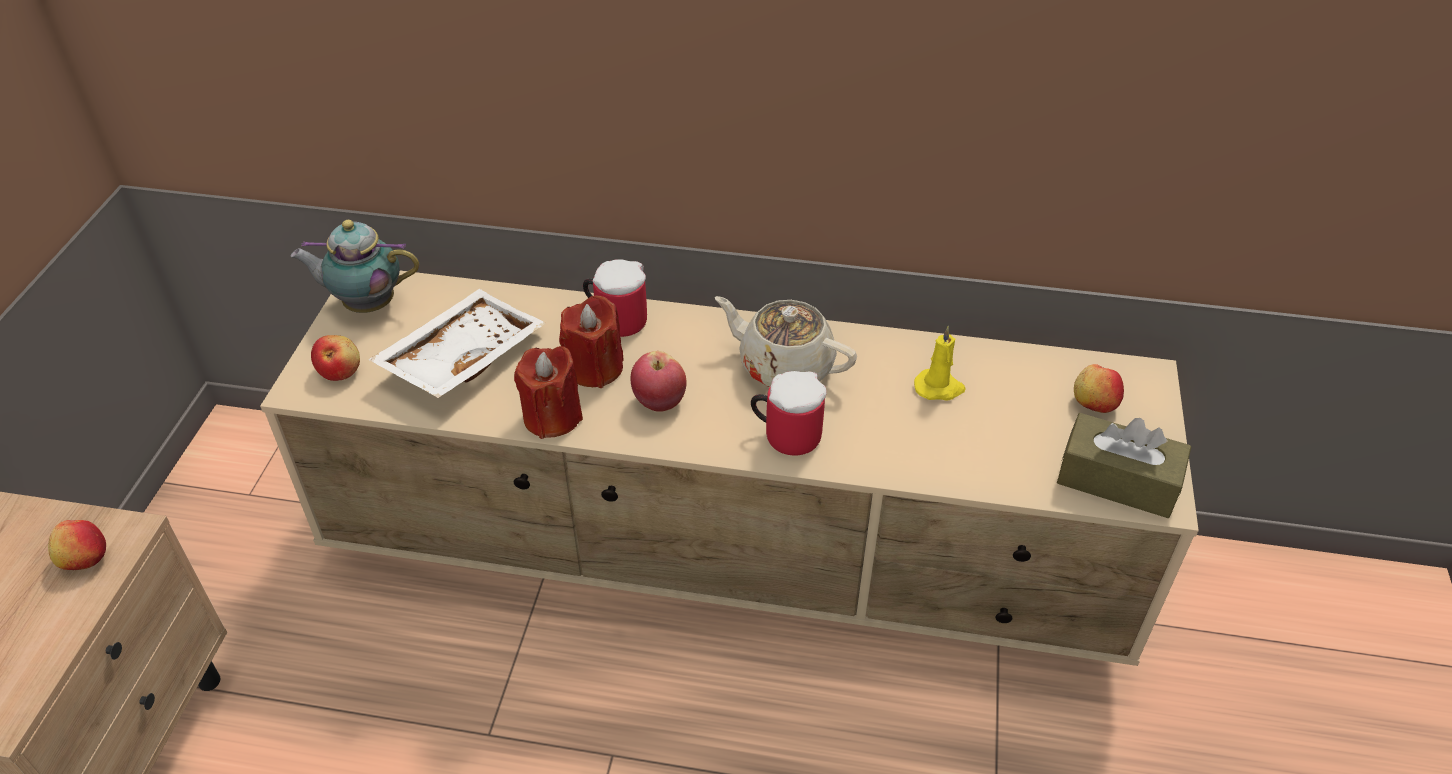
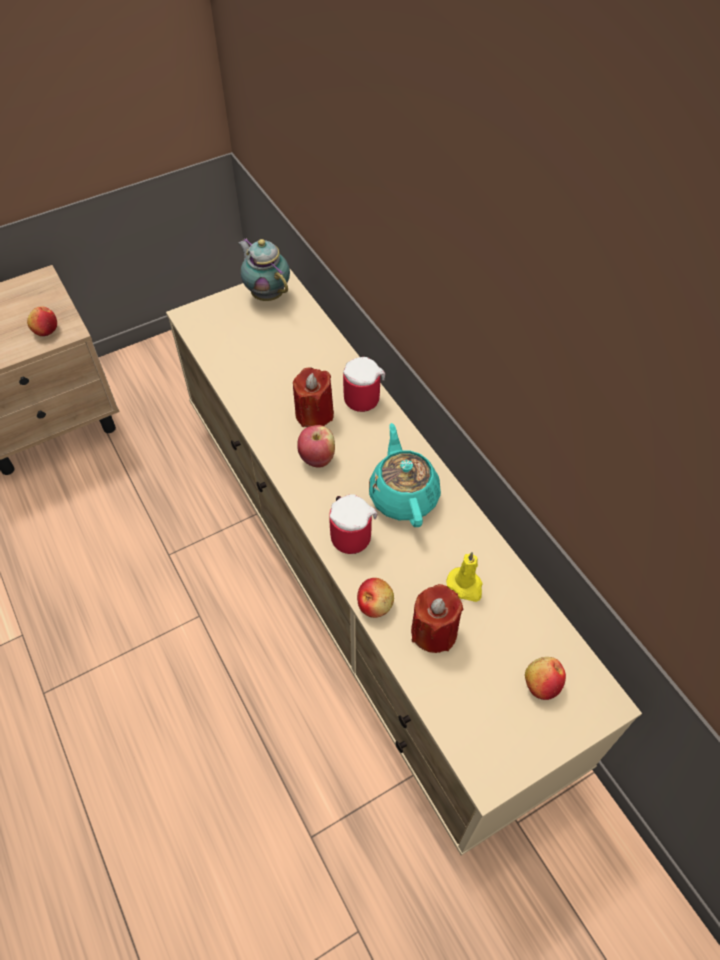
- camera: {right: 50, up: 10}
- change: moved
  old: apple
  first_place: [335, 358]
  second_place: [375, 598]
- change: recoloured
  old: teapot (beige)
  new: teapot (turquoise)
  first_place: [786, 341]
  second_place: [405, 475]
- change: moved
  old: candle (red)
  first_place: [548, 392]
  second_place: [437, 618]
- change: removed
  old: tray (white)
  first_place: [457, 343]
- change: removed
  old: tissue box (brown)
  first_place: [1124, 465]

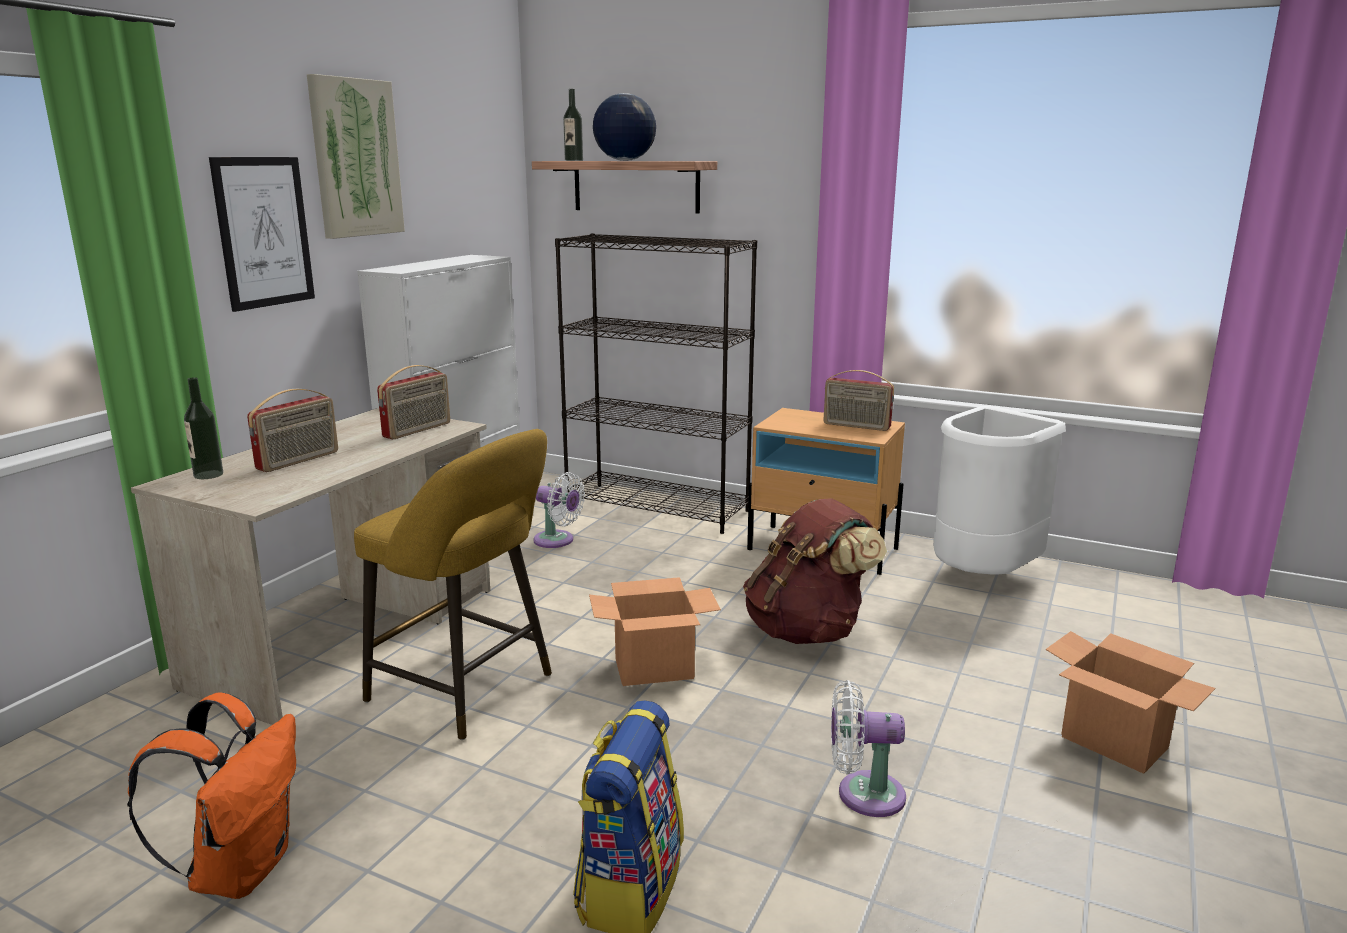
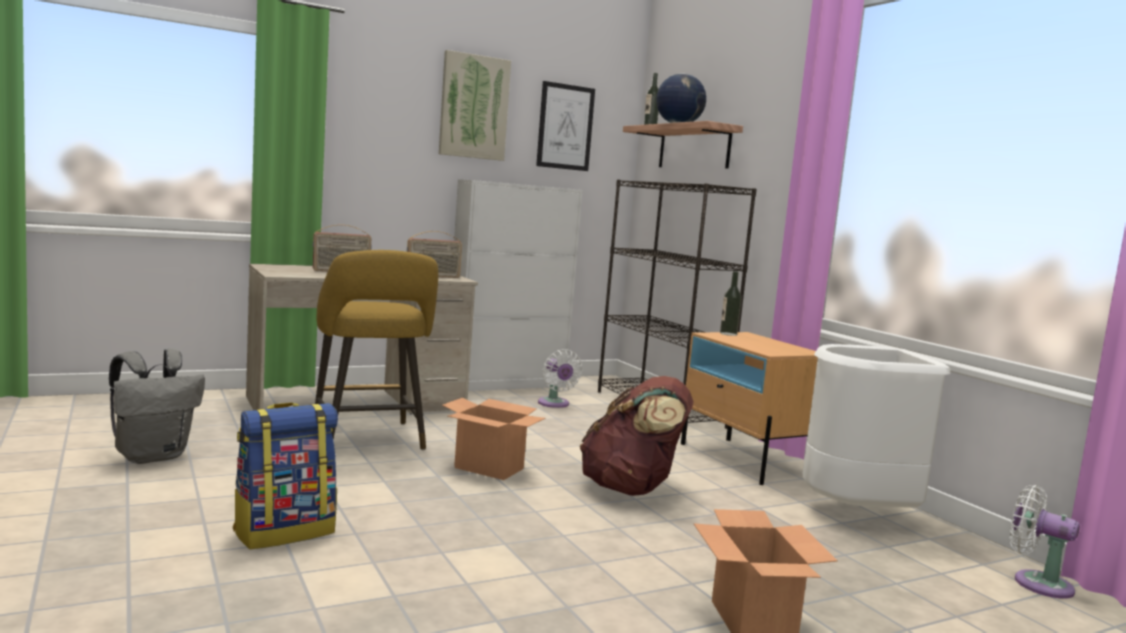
- camera: {right: 35, up: -10}
- change: recoloured
  old: backpack (orange)
  new: backpack (grey)
  first_place: [211, 795]
  second_place: [157, 406]
- change: moved
  old: picture
  first_place: [262, 234]
  second_place: [565, 126]
- change: moved
  old: bottle
  first_place: [203, 428]
  second_place: [731, 303]
- change: moved
  old: fan (white)
  first_place: [868, 748]
  second_place: [1045, 542]
- change: removed
  old: radio
  first_place: [858, 400]

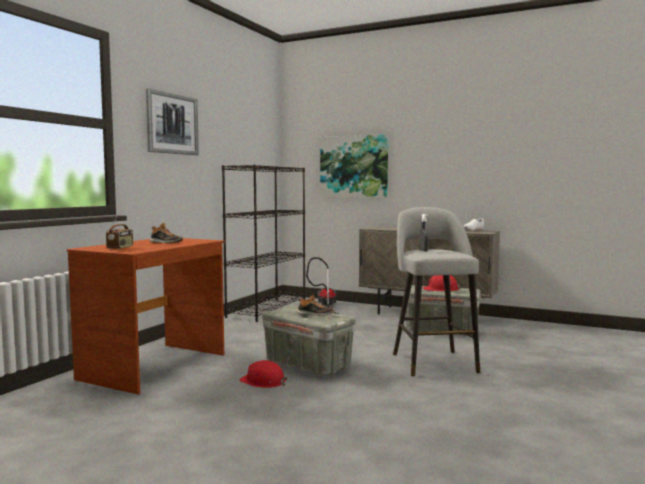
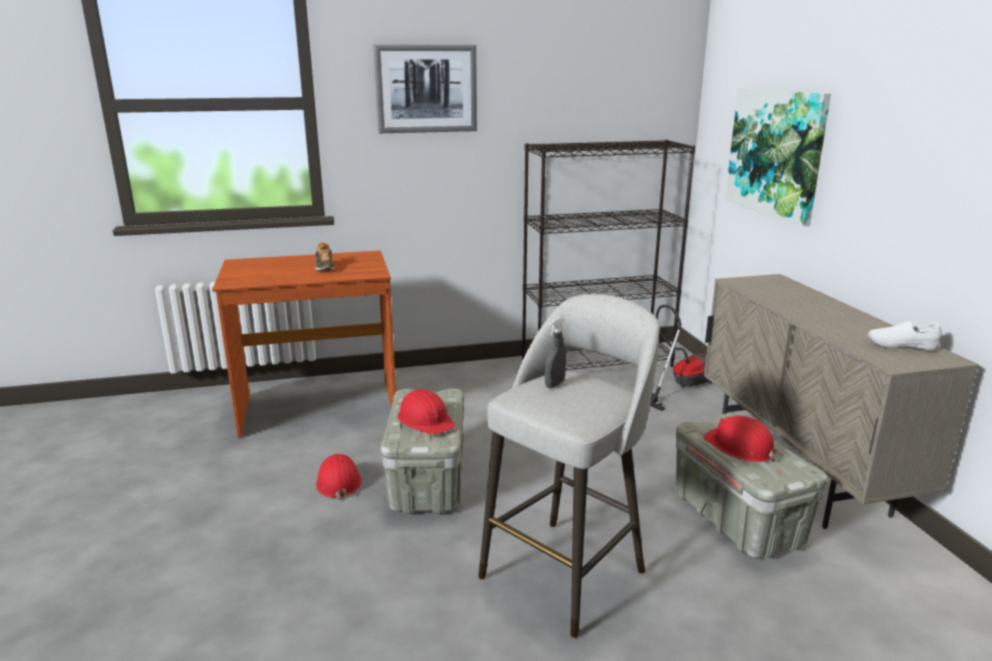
- camera: {right: 50, up: 15}
- change: replaced
  old: shoe
  new: hard hat (red)
  first_place: [315, 305]
  second_place: [426, 412]
- change: removed
  old: radio
  first_place: [119, 232]

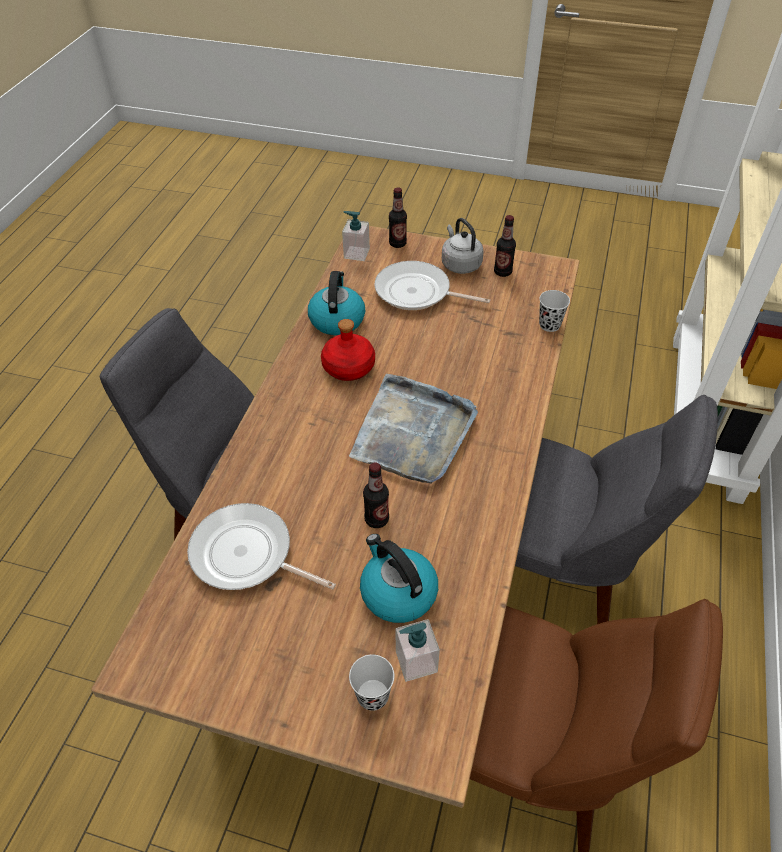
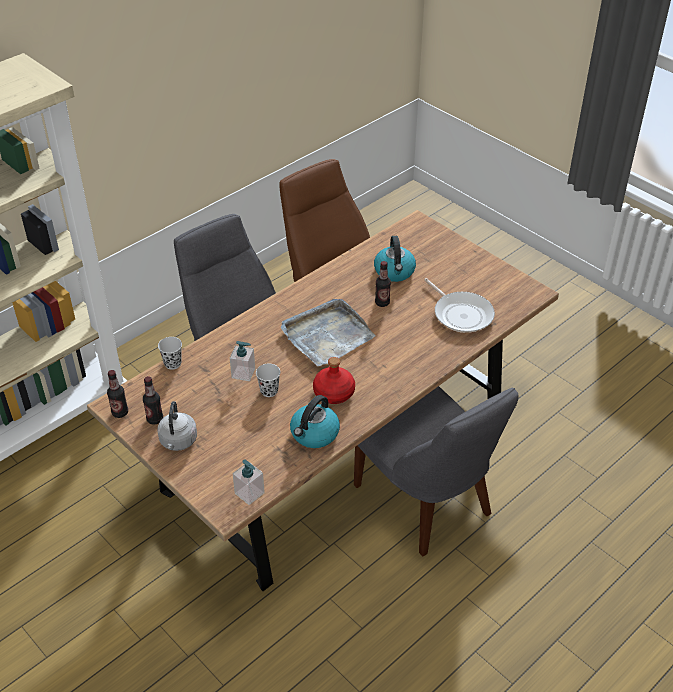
- camera: {right: -150, up: -5}
- change: moved
  old: bottle
  first_place: [398, 217]
  second_place: [117, 394]
- change: moved
  old: soap dispenser
  first_place: [418, 650]
  second_place: [242, 361]
- change: moved
  old: cup (black)
  first_place: [371, 682]
  second_place: [268, 380]
- change: removed
  old: frying pan
  first_place: [432, 285]

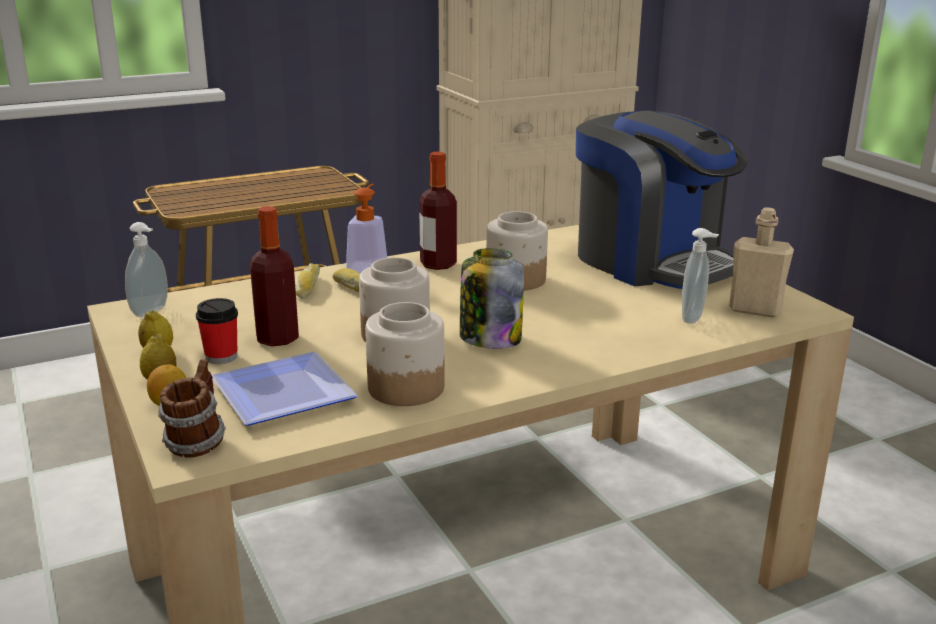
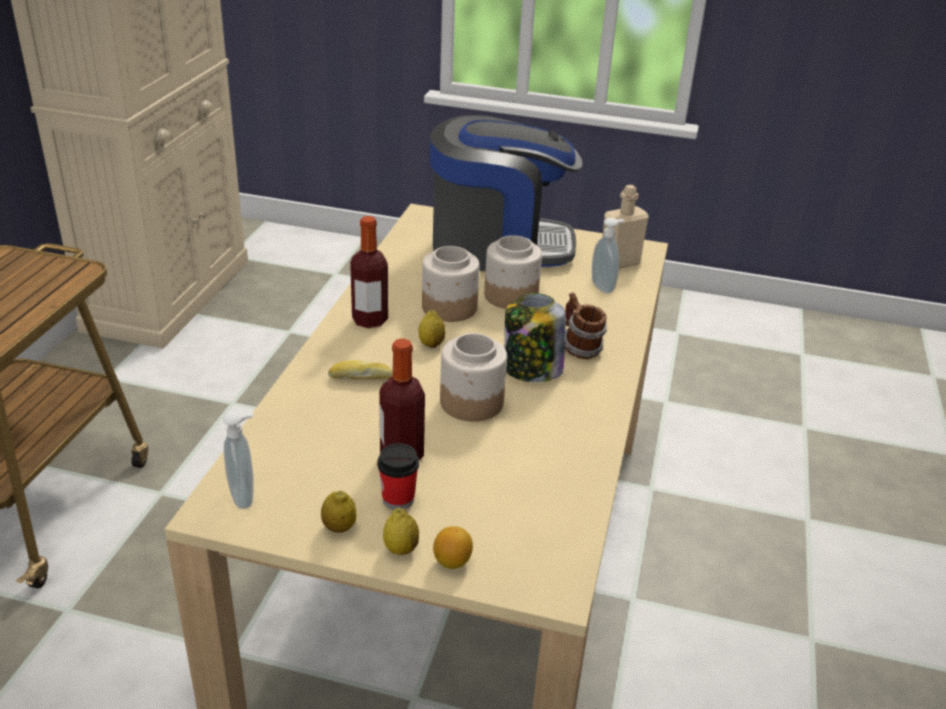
- camera: {right: -50, up: 10}
- change: added
  new: lemon
  second_place: [432, 329]
- change: moved
  old: jar
  first_place: [405, 354]
  second_place: [513, 272]
- change: moved
  old: mug
  first_place: [192, 408]
  second_place: [586, 326]
- change: removed
  old: plate
  first_place: [285, 389]
- change: removed
  old: bread
  first_place: [307, 281]
- change: removed
  old: soap dispenser
  first_place: [366, 228]

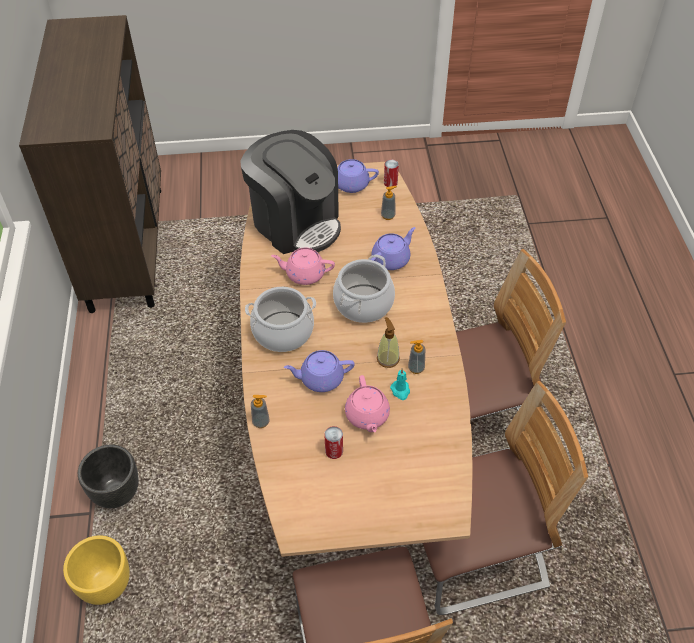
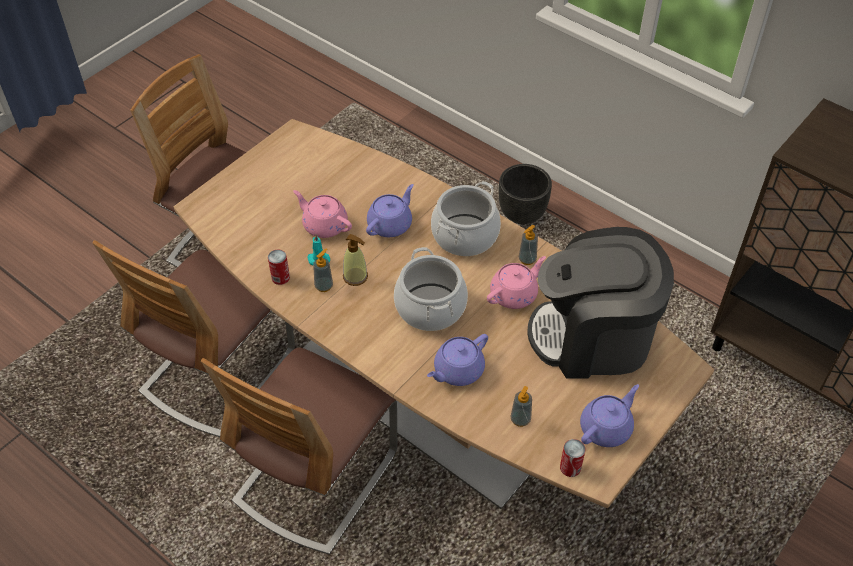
- camera: {right: 135, up: 0}
- change: moved
  old: can
  first_place: [333, 442]
  second_place: [279, 267]
- change: turned
  old: teapot (purple)
  first_place: [393, 248]
  second_place: [457, 360]
  degrees: 45
- change: moved
  old: soap dispenser
  first_place: [260, 411]
  second_place: [528, 245]
- change: removed
  old: planter (yellow)
  first_place: [96, 570]

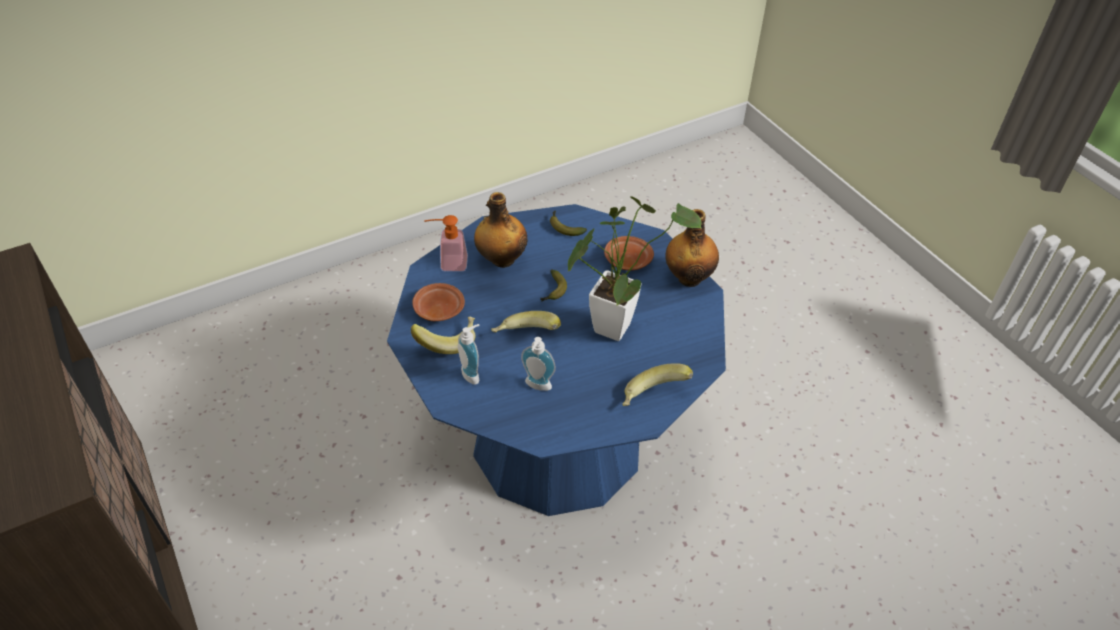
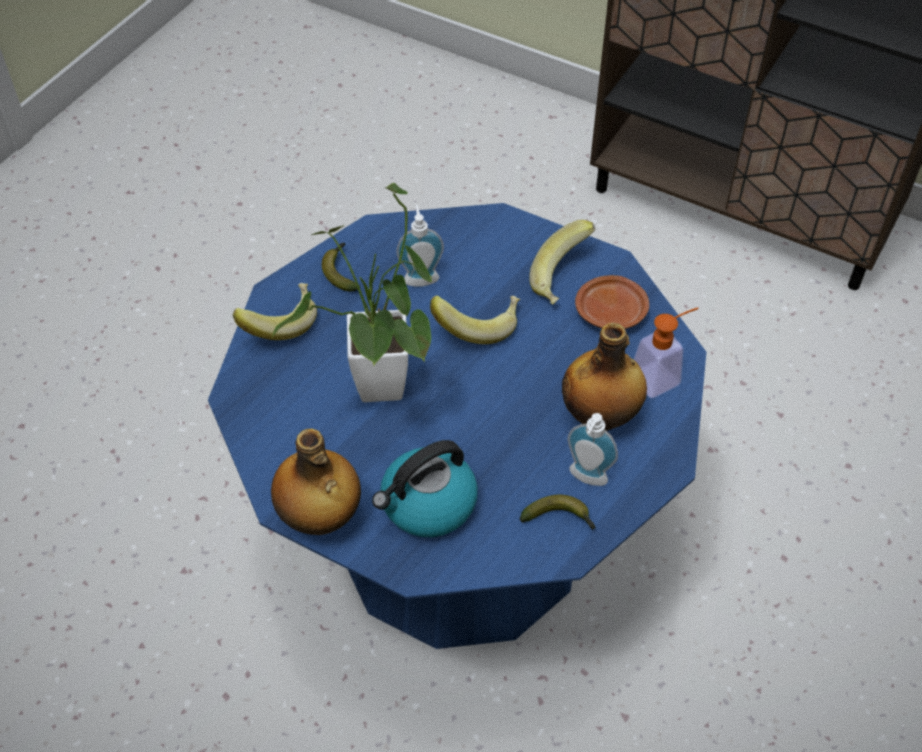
- camera: {right: 150, up: 5}
- change: moved
  old: banana
  first_place: [553, 286]
  second_place: [341, 267]
- change: replaced
  old: plate (brown)
  new: kettle
  first_place: [629, 253]
  second_place: [425, 488]
- change: moved
  old: soap dispenser
  first_place: [469, 354]
  second_place: [593, 449]

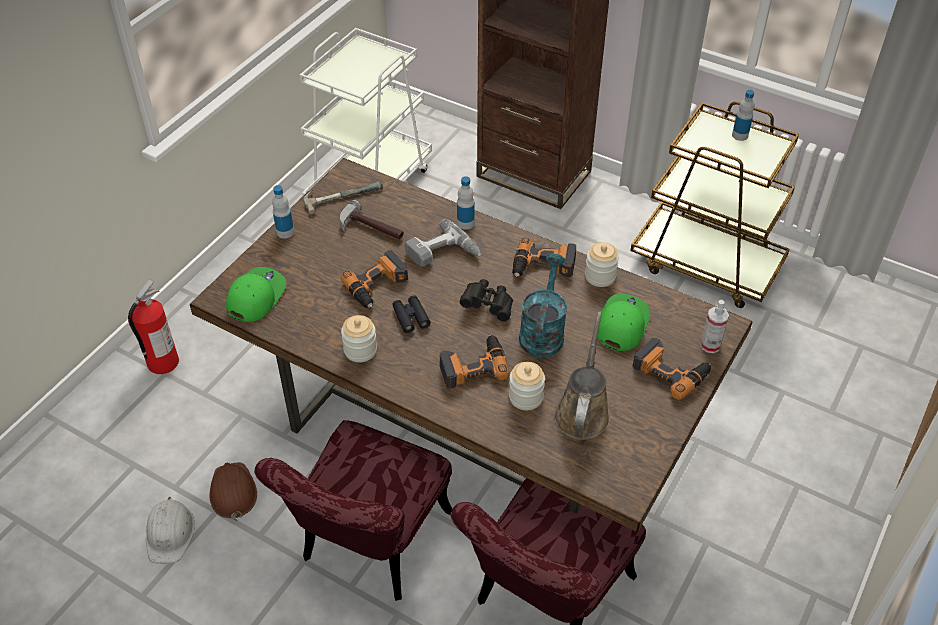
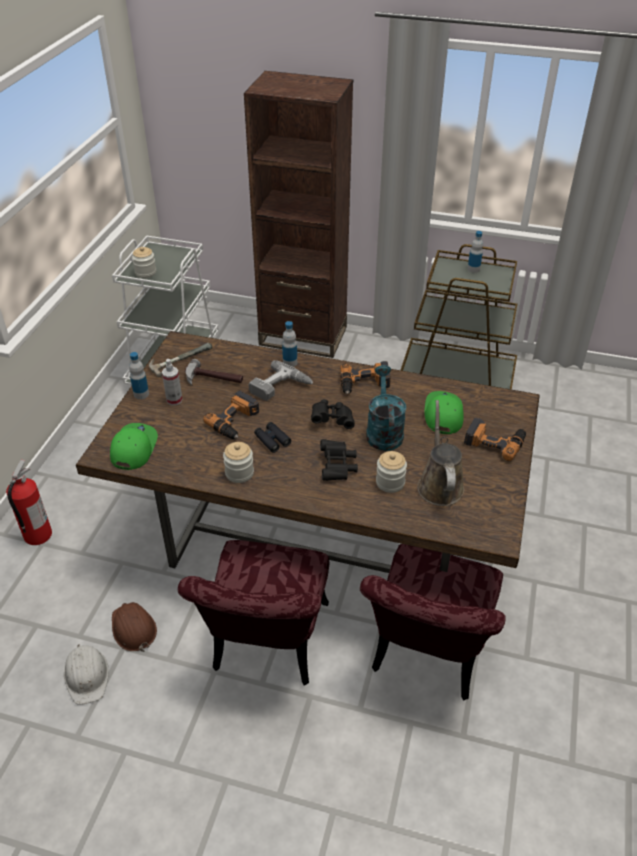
- camera: {right: -15, up: -5}
- change: moved
  old: jar
  first_place: [602, 264]
  second_place: [144, 262]
- change: moved
  old: spray bottle
  first_place: [714, 326]
  second_place: [172, 382]
- change: replaced
  old: power drill
  new: binoculars (black)
  first_place: [475, 362]
  second_place: [339, 460]

